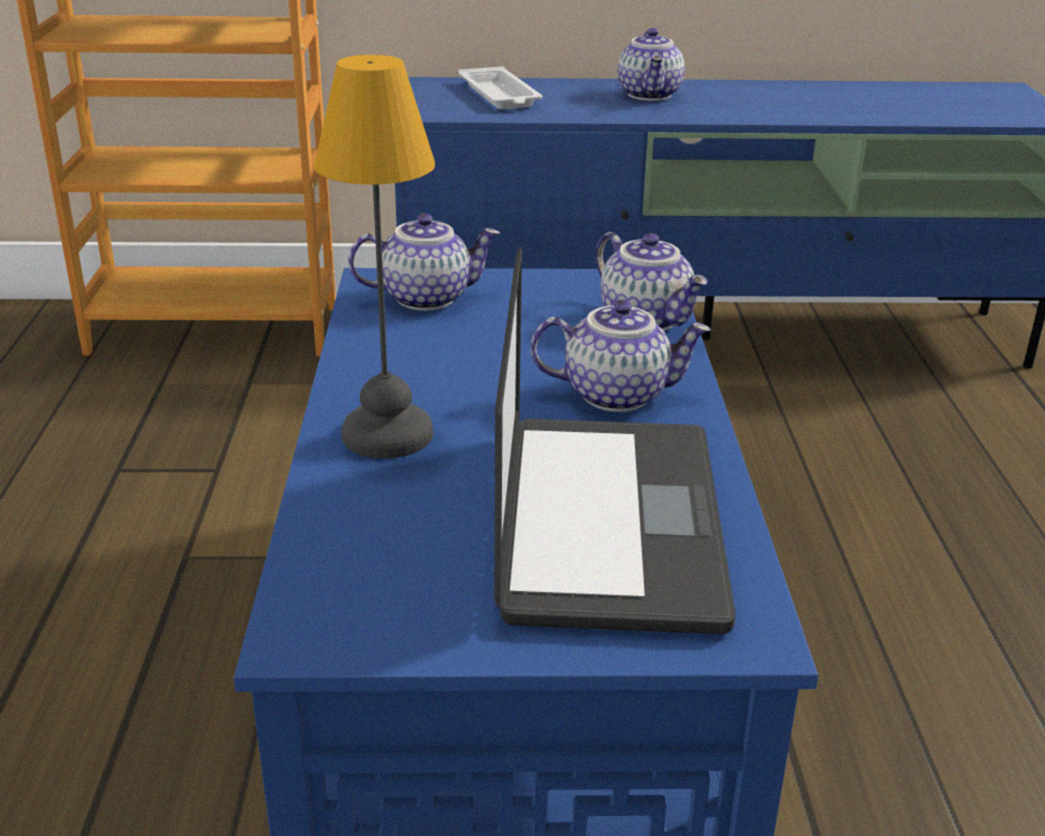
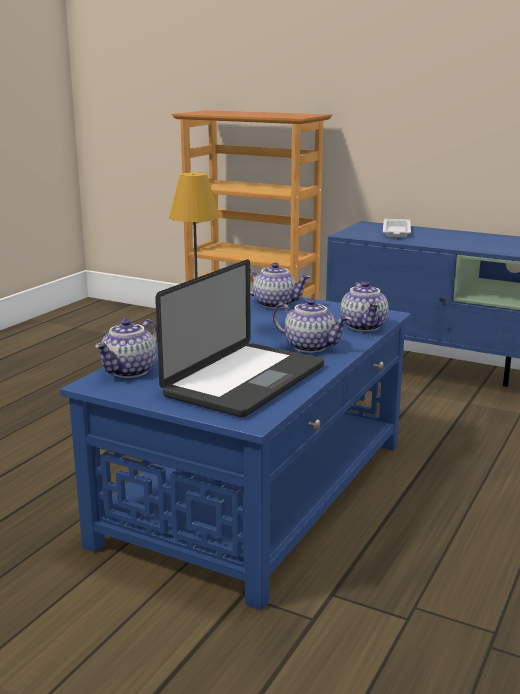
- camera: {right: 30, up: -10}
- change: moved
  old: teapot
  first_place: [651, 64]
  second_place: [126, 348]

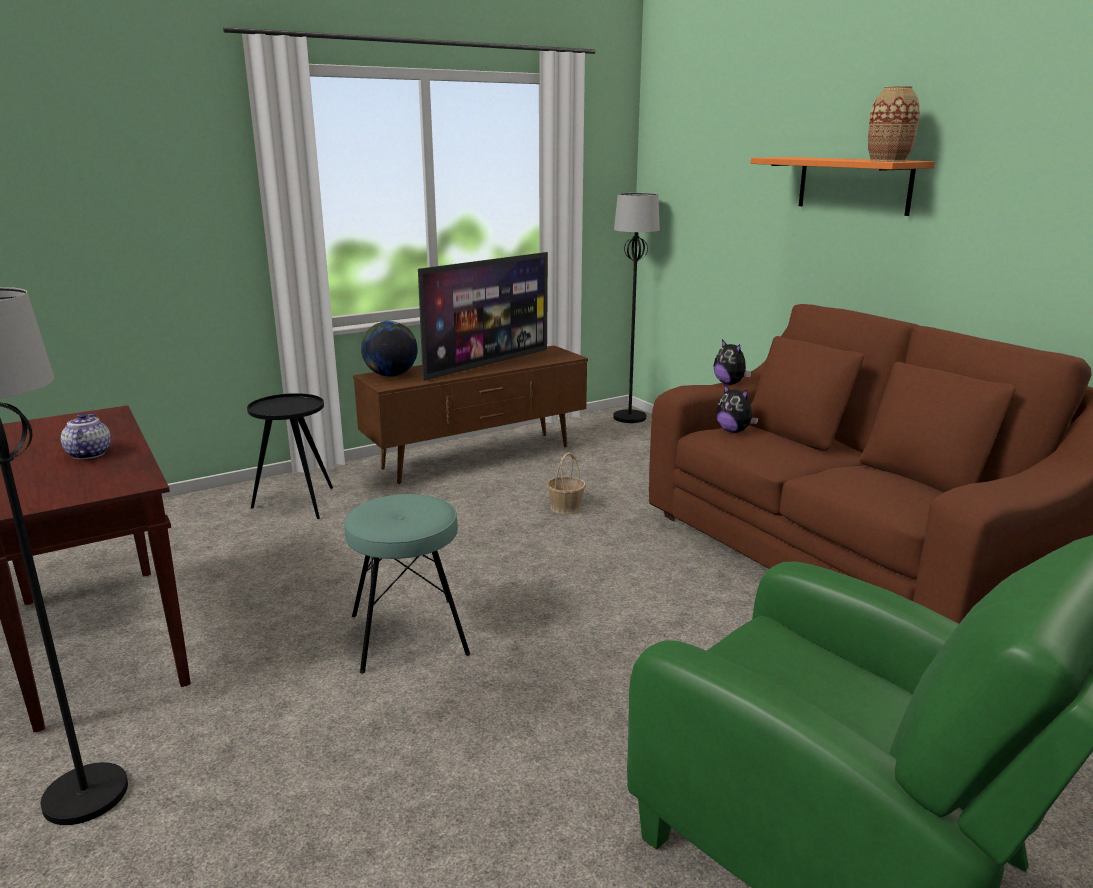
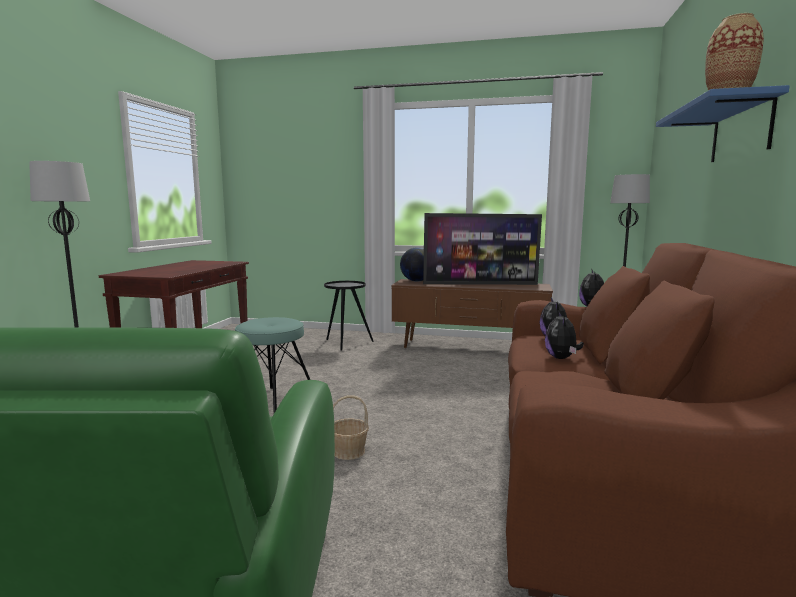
- camera: {right: 45, up: -10}
- change: moved
  old: basket
  first_place: [566, 483]
  second_place: [351, 427]
- change: added
  new: plush toy
  second_place: [564, 335]
- change: recoloured
  old: shelf (orange)
  new: shelf (blue)
  first_place: [843, 186]
  second_place: [723, 123]
- change: removed
  old: teapot
  first_place: [86, 436]

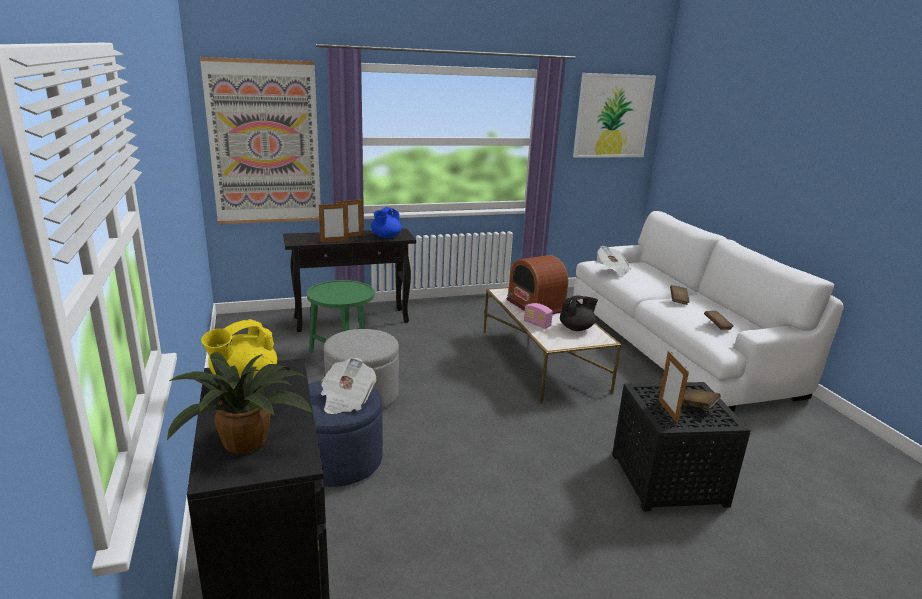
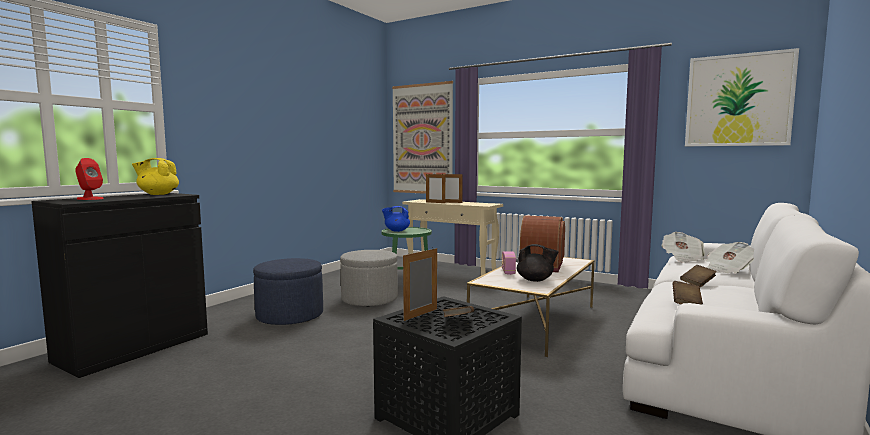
- camera: {right: 50, up: -15}
- change: replaced
  old: potted plant
  new: speaker (red)
  first_place: [239, 403]
  second_place: [89, 179]
- change: moved
  old: teapot (blue)
  first_place: [386, 222]
  second_place: [396, 219]
- change: recoloured
  old: console table (black)
  new: console table (beige)
  first_place: [349, 280]
  second_place: [452, 237]
- change: moved
  old: newspaper
  first_place: [348, 386]
  second_place: [730, 257]

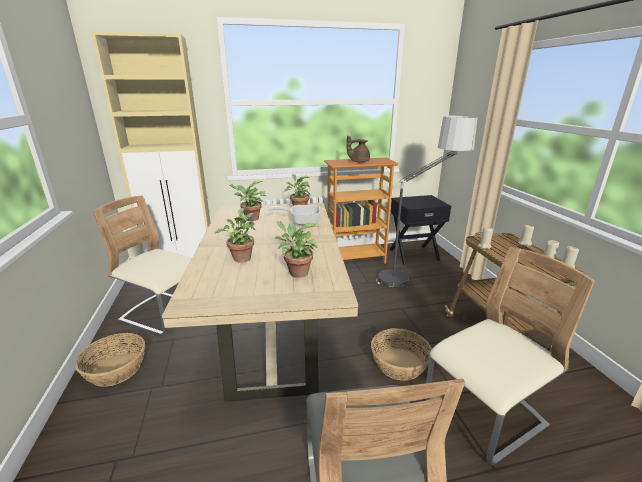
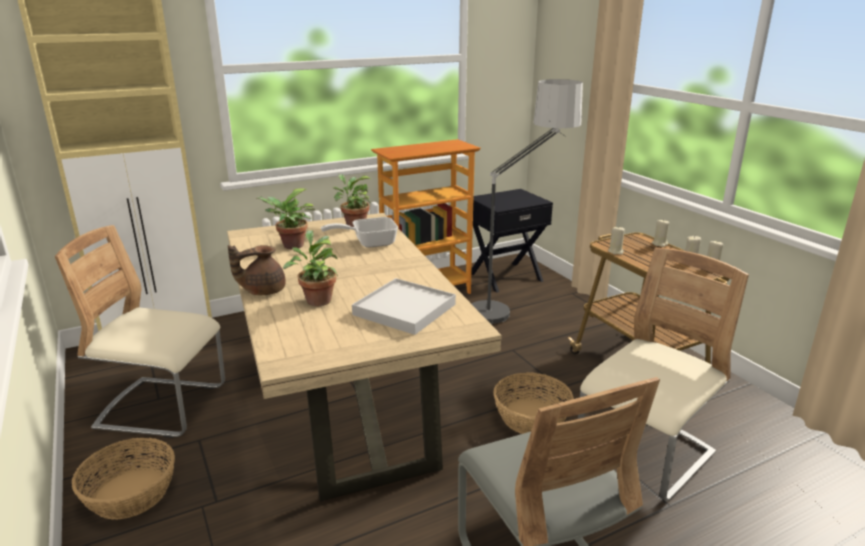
- camera: {right: -15, up: 0}
- change: moved
  old: teapot (brown)
  first_place: [358, 148]
  second_place: [257, 270]
- change: replaced
  old: potted plant
  new: tray (white)
  first_place: [296, 249]
  second_place: [404, 306]

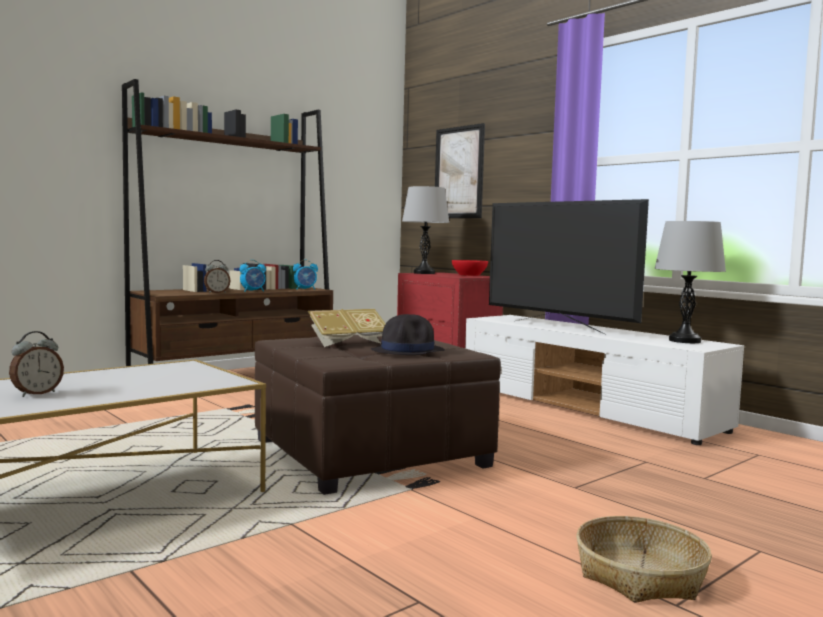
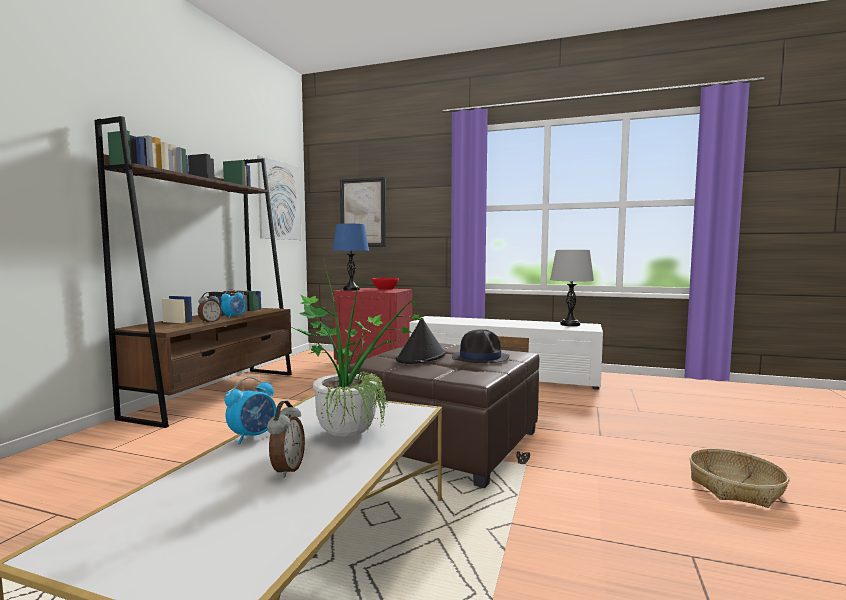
- camera: {right: -30, up: 0}
- change: moved
  old: alarm clock
  first_place: [305, 275]
  second_place: [250, 411]
- change: added
  new: picture
  second_place: [279, 197]
- change: added
  new: potted plant
  second_place: [358, 348]
- change: recoloured
  old: table lamp (grey)
  new: table lamp (blue)
  first_place: [425, 230]
  second_place: [350, 257]
- change: replaced
  old: book
  new: hat (black)
  first_place: [347, 328]
  second_place: [421, 341]
- change: removed
  old: television
  first_place: [569, 266]

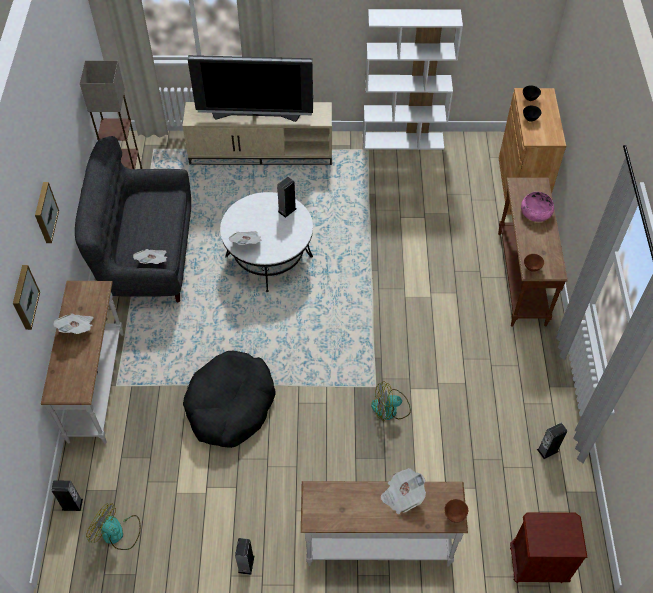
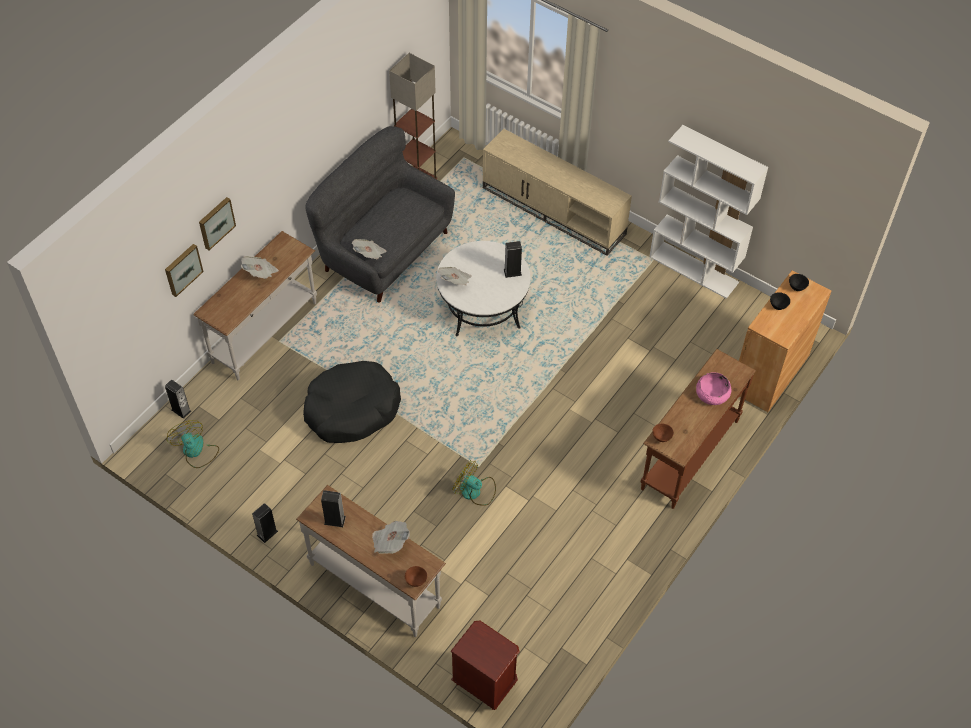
- camera: {right: 35, up: 0}
- change: moved
  old: picture
  first_place: [47, 212]
  second_place: [184, 270]
- change: moved
  old: speaker
  first_place: [552, 441]
  second_place: [333, 508]
- change: removed
  old: television
  first_place: [250, 88]

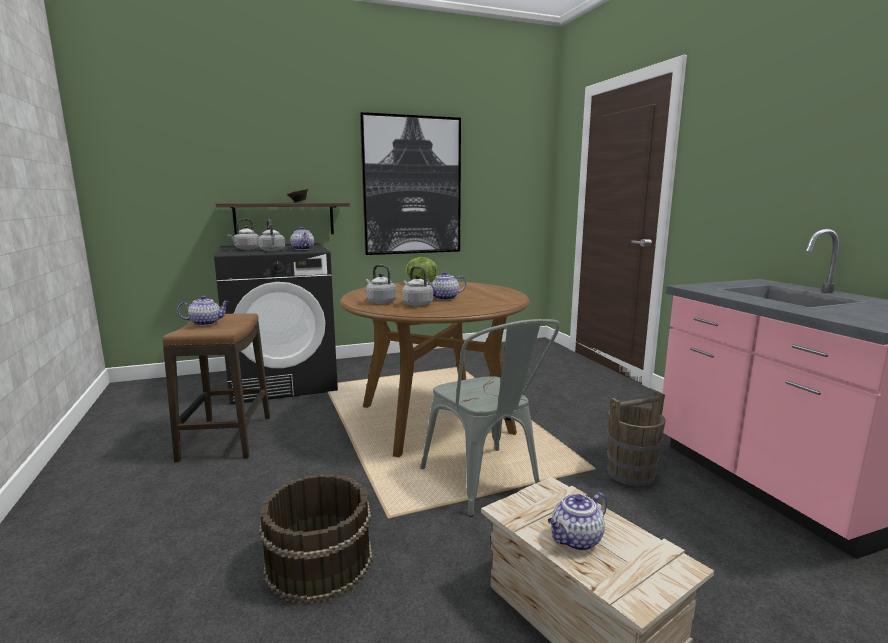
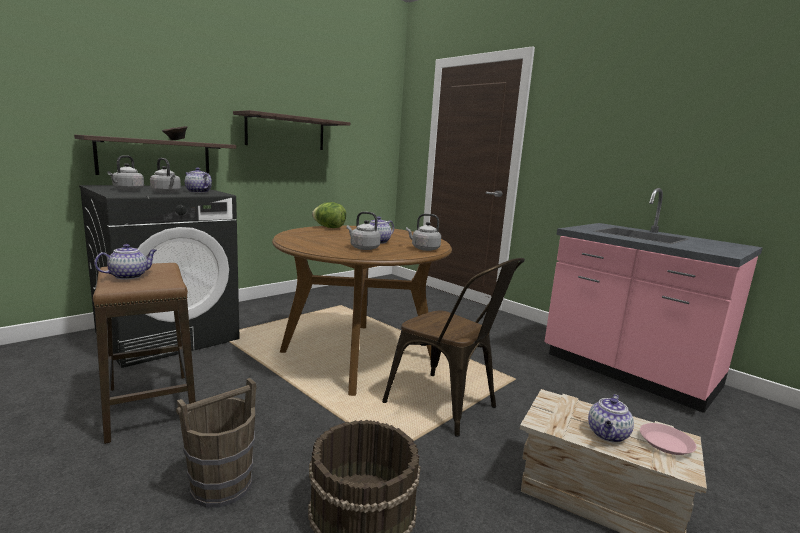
- camera: {right: -25, up: 0}
- change: moved
  old: bucket (brown)
  first_place: [636, 438]
  second_place: [216, 443]
- change: replaced
  old: picture
  new: shelf
  first_place: [410, 183]
  second_place: [291, 130]
- change: recoloured
  old: chair (grey)
  new: chair (brown)
  first_place: [490, 418]
  second_place: [453, 347]
- change: moved
  old: kettle (grey)
  first_place: [381, 284]
  second_place: [423, 232]
- change: added
  new: plate (pink)
  second_place: [668, 439]

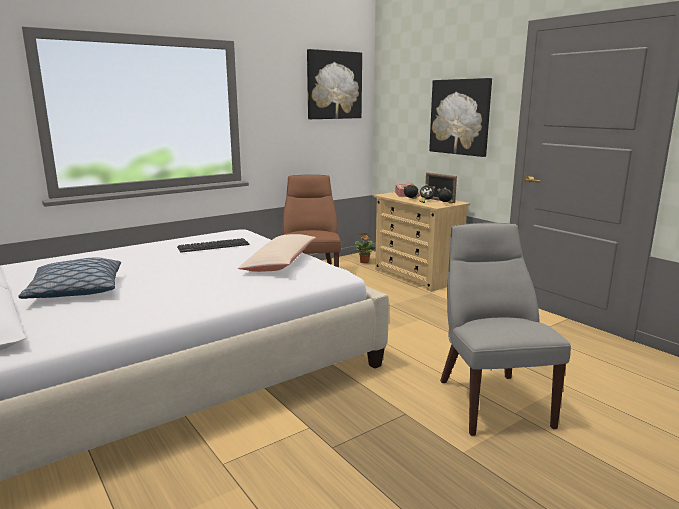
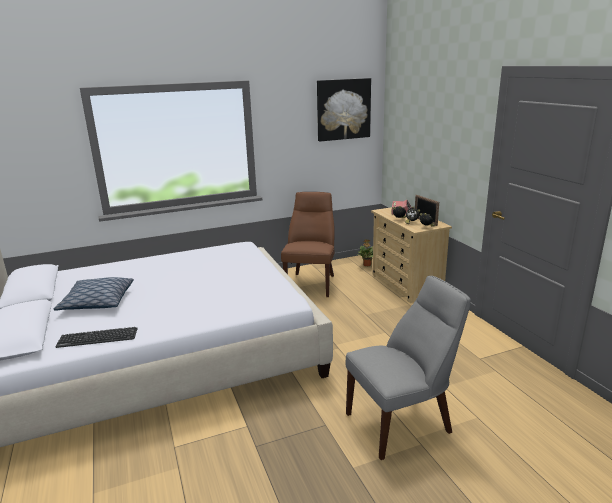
- camera: {right: 15, up: 5}
- change: moved
  old: keyboard
  first_place: [213, 245]
  second_place: [97, 337]
- change: turned
  old: chair (grey)
  first_place: [505, 329]
  second_place: [408, 368]
  degrees: 60
- change: removed
  old: pillow (beige)
  first_place: [277, 253]
- change: removed
  old: picture
  first_place: [460, 117]

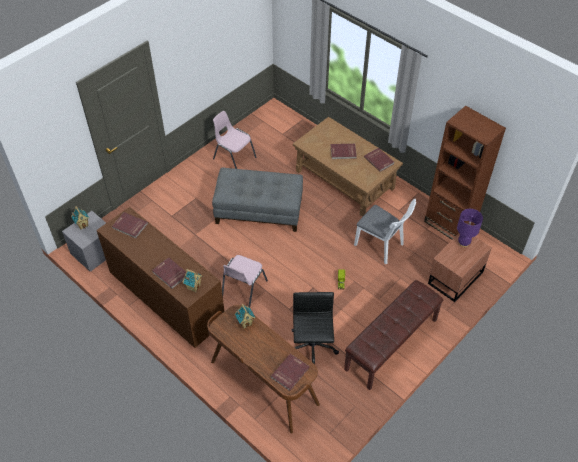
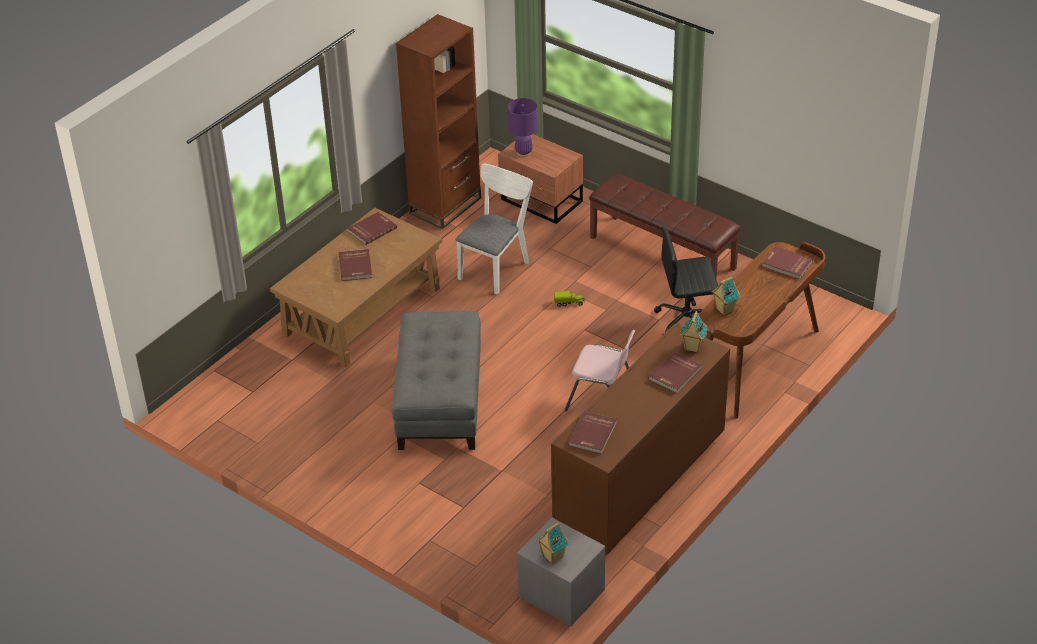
- camera: {right: -95, up: -10}
- change: removed
  old: chair (pink)
  first_place: [235, 140]

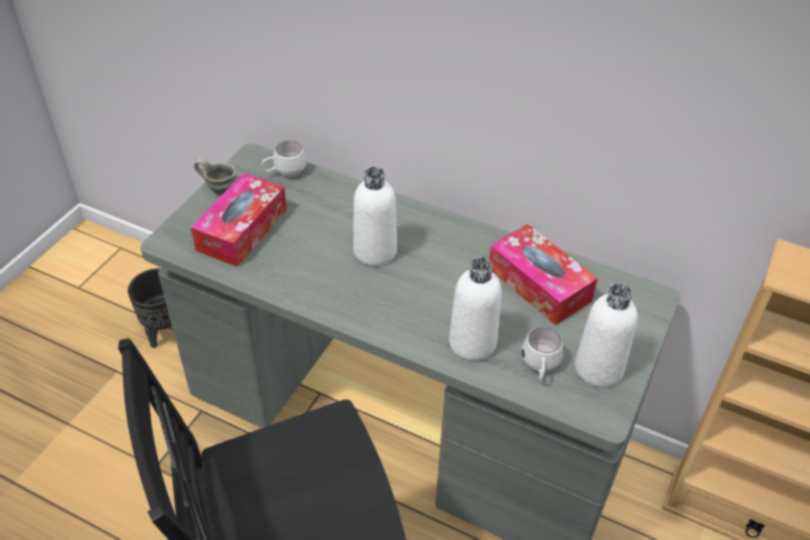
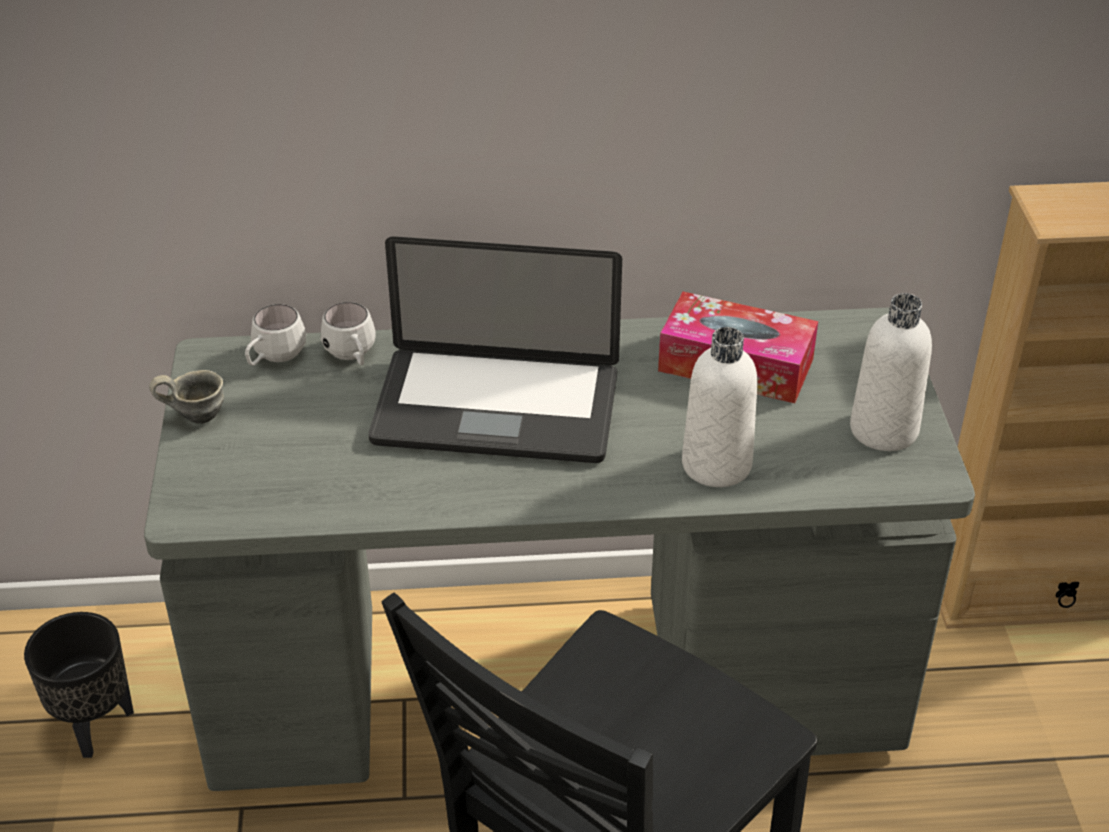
- camera: {right: -30, up: -5}
- change: moved
  old: mug (white)
  first_place: [542, 354]
  second_place: [348, 333]
- change: replaced
  old: bottle (white)
  new: laptop
  first_place: [375, 216]
  second_place: [495, 349]
- change: removed
  old: tissue box
  first_place: [239, 220]

